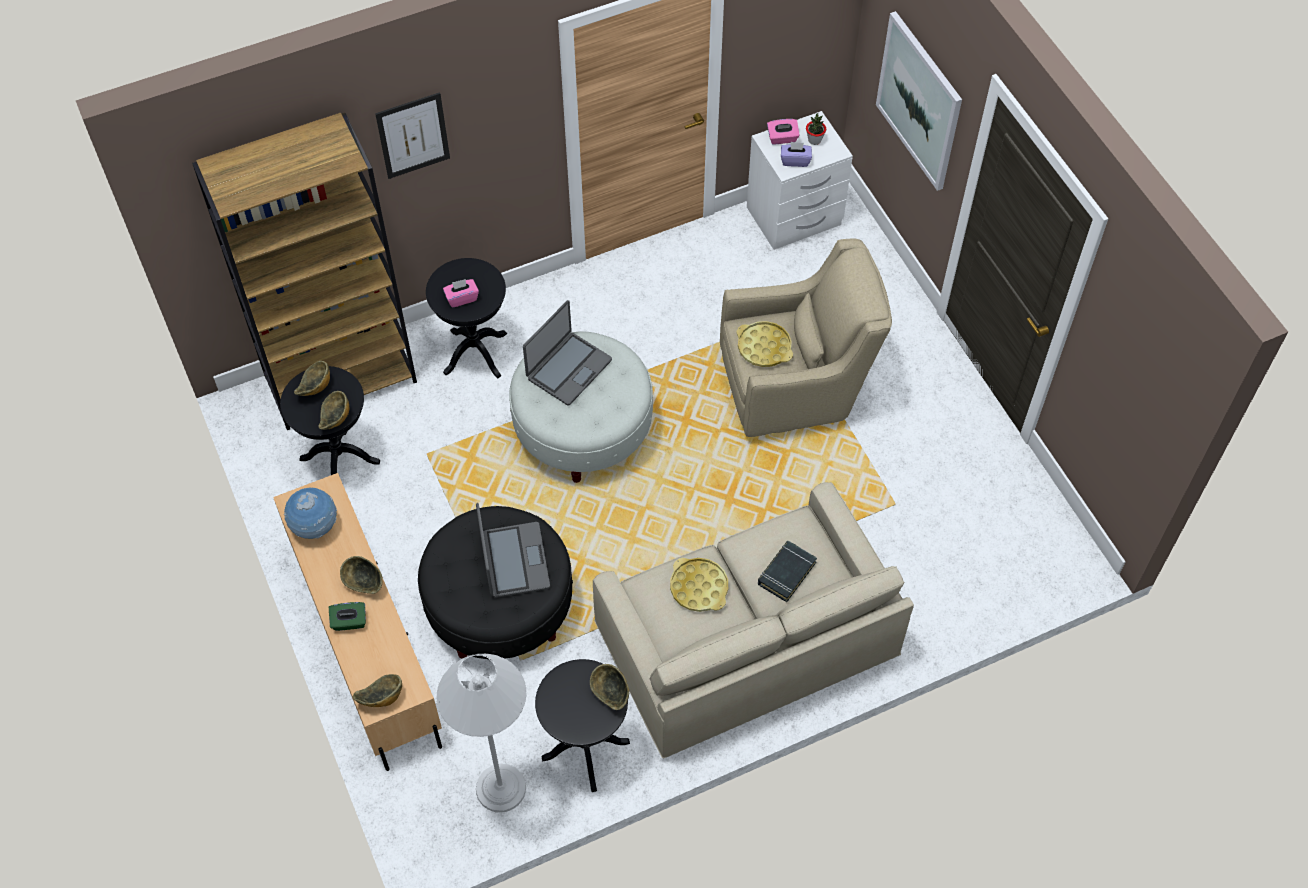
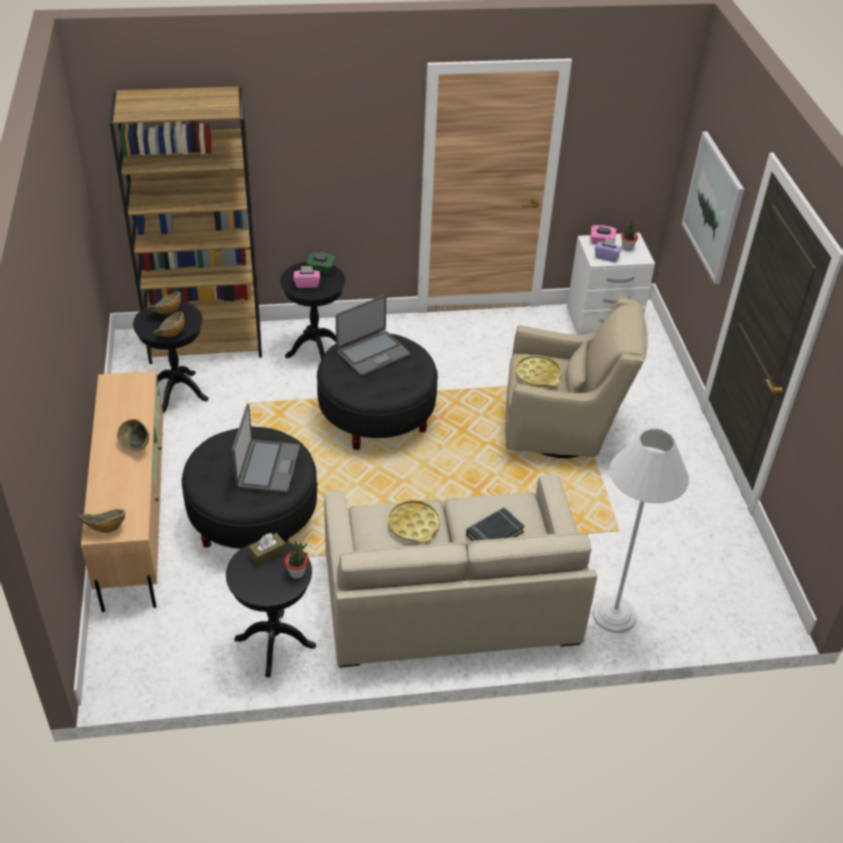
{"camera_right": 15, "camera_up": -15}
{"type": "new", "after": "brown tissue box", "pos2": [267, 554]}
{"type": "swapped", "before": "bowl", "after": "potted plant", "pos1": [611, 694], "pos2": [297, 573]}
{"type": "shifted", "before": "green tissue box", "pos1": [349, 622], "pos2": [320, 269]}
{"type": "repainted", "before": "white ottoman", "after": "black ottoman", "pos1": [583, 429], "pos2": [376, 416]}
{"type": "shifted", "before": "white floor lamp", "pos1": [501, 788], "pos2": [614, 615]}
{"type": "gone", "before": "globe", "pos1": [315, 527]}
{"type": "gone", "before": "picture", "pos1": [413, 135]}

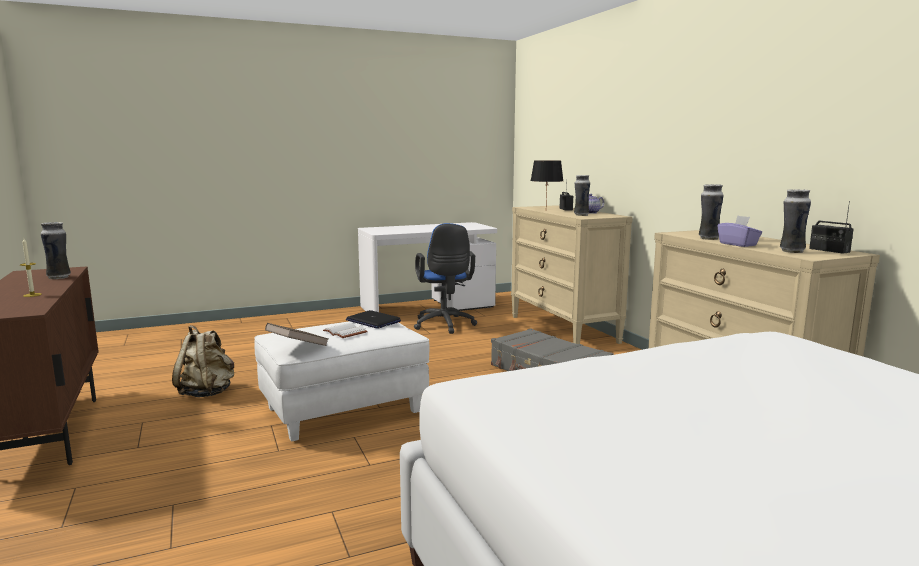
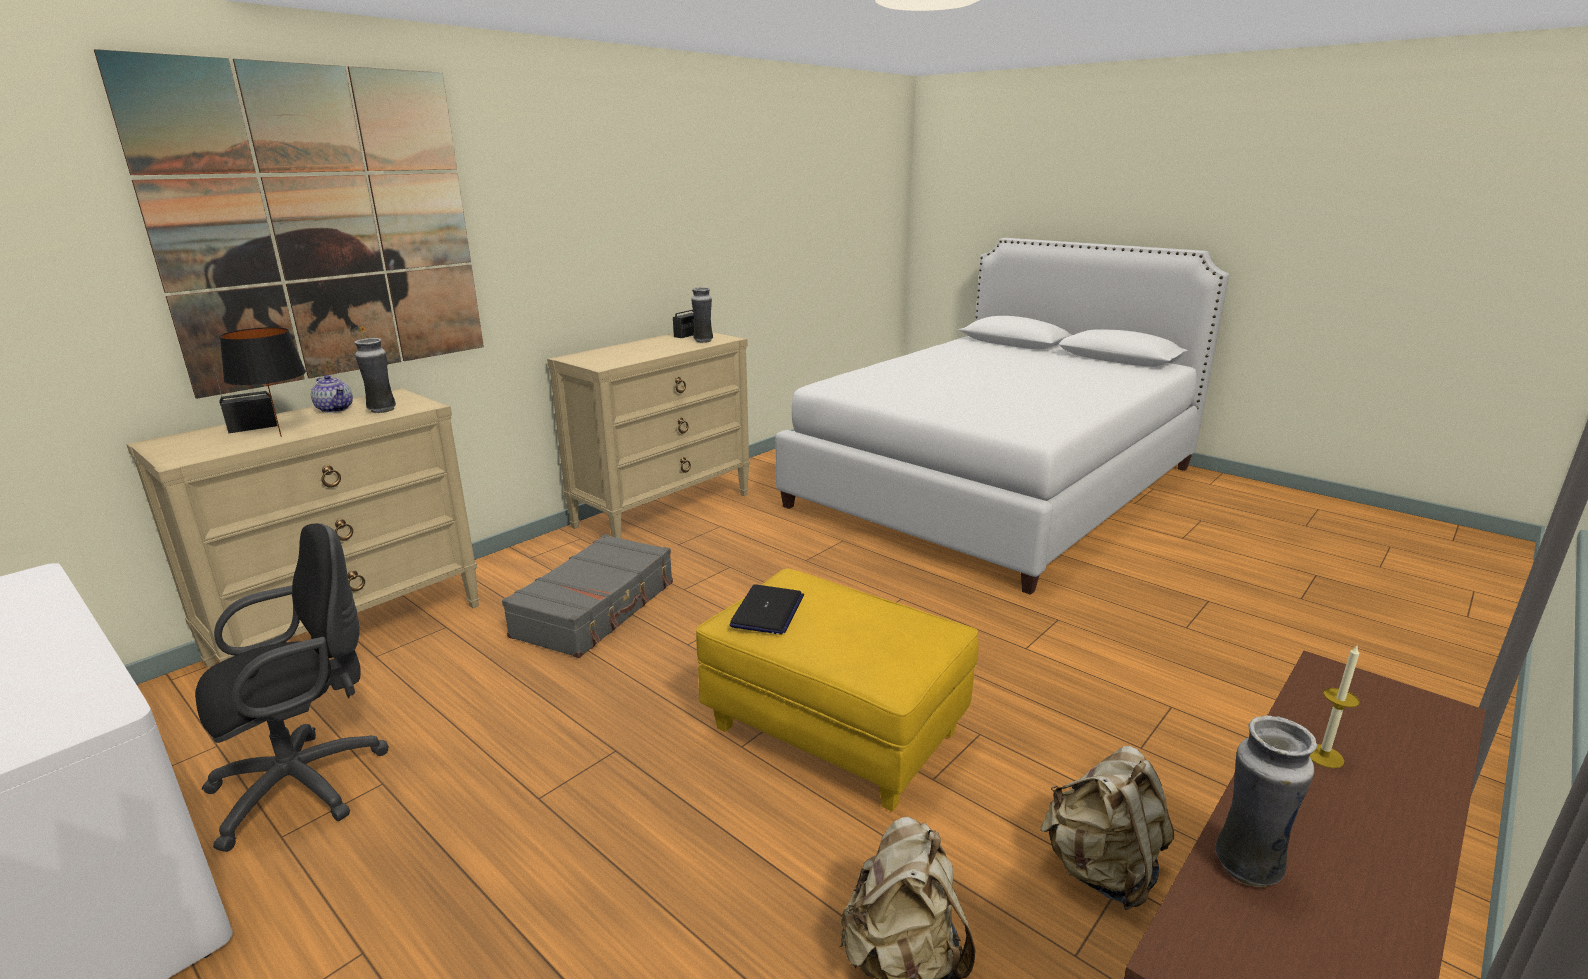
{"camera_right": -115, "camera_up": 10}
{"type": "new", "after": "picture", "pos2": [324, 226]}
{"type": "repainted", "before": "blue office chair", "after": "black office chair", "pos1": [444, 325], "pos2": [308, 783]}
{"type": "repainted", "before": "white ottoman", "after": "yellow ottoman", "pos1": [344, 411], "pos2": [835, 732]}
{"type": "new", "after": "beige backpack", "pos2": [1101, 870]}
{"type": "gone", "before": "brown book", "pos1": [297, 347]}
{"type": "gone", "before": "white book", "pos1": [344, 332]}
{"type": "gone", "before": "vase", "pos1": [708, 238]}
{"type": "gone", "before": "purple tissue box", "pos1": [738, 244]}

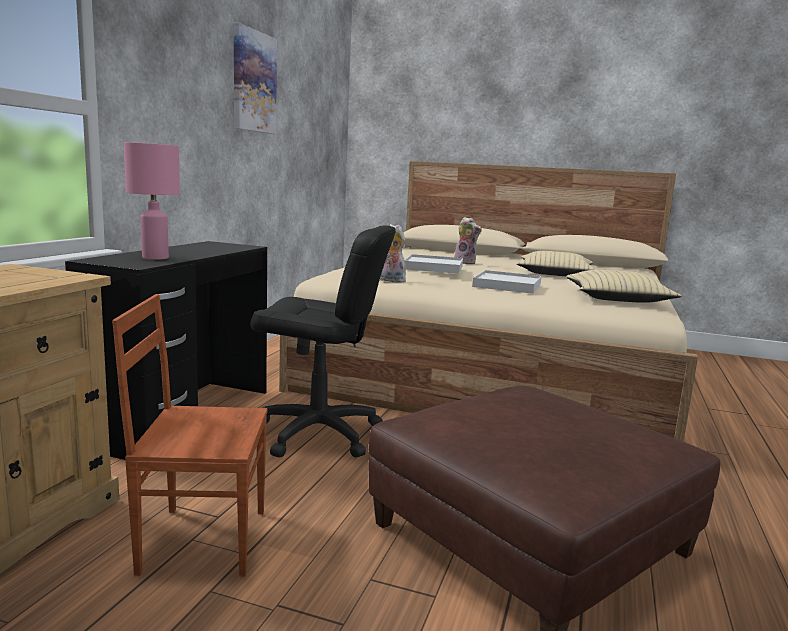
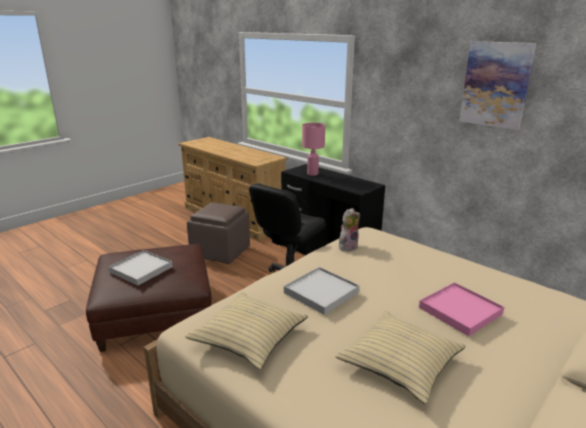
{"camera_right": 115, "camera_up": 10}
{"type": "shifted", "before": "white tray", "pos1": [434, 267], "pos2": [141, 269]}
{"type": "swapped", "before": "brown chair", "after": "brown ottoman", "pos1": [202, 539], "pos2": [221, 252]}
{"type": "swapped", "before": "plush toy", "after": "pink tray", "pos1": [466, 262], "pos2": [460, 311]}

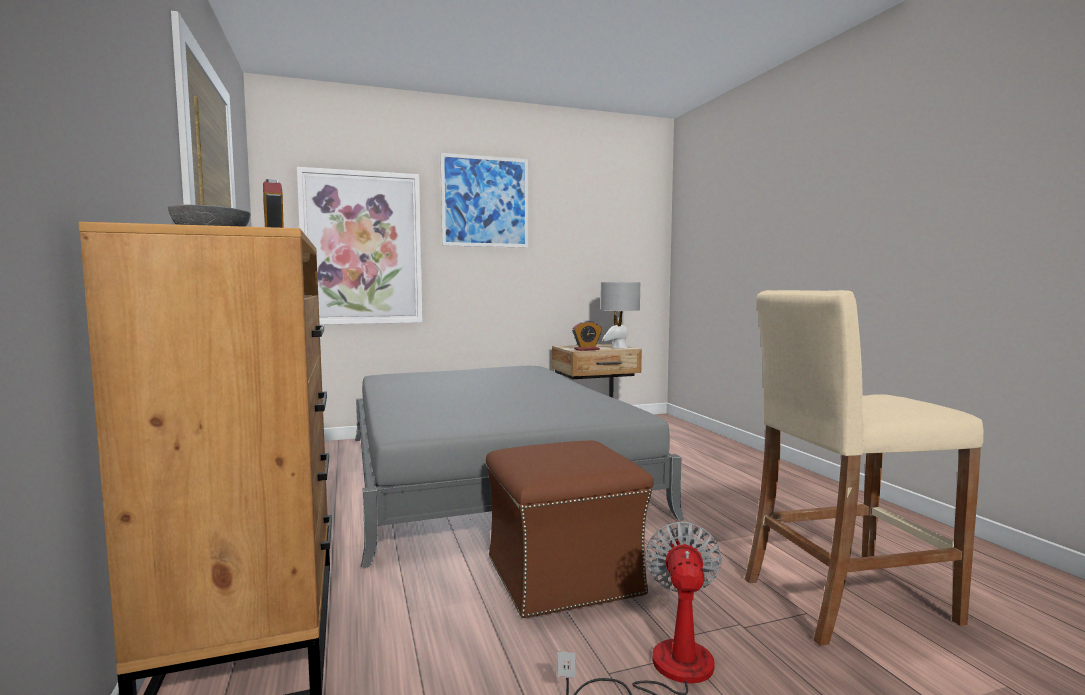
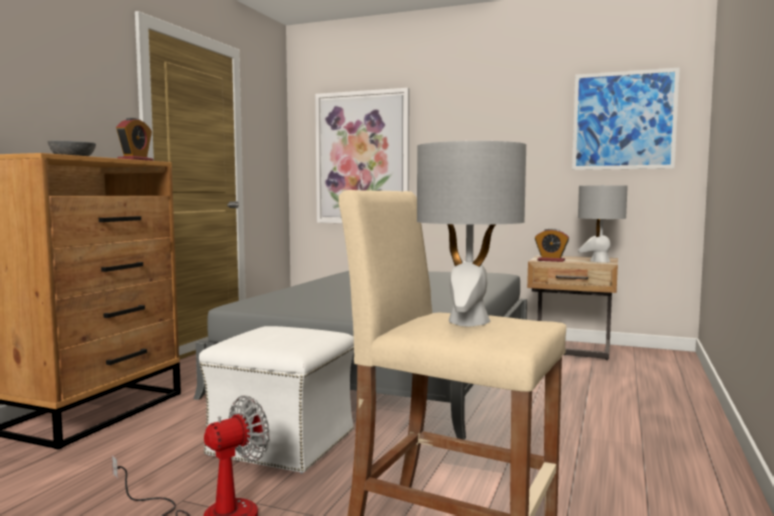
{"camera_right": 40, "camera_up": 0}
{"type": "repainted", "before": "brown ottoman", "after": "white ottoman", "pos1": [565, 575], "pos2": [283, 443]}
{"type": "new", "after": "grey table lamp", "pos2": [468, 321]}
{"type": "shifted", "before": "picture", "pos1": [485, 201], "pos2": [623, 120]}

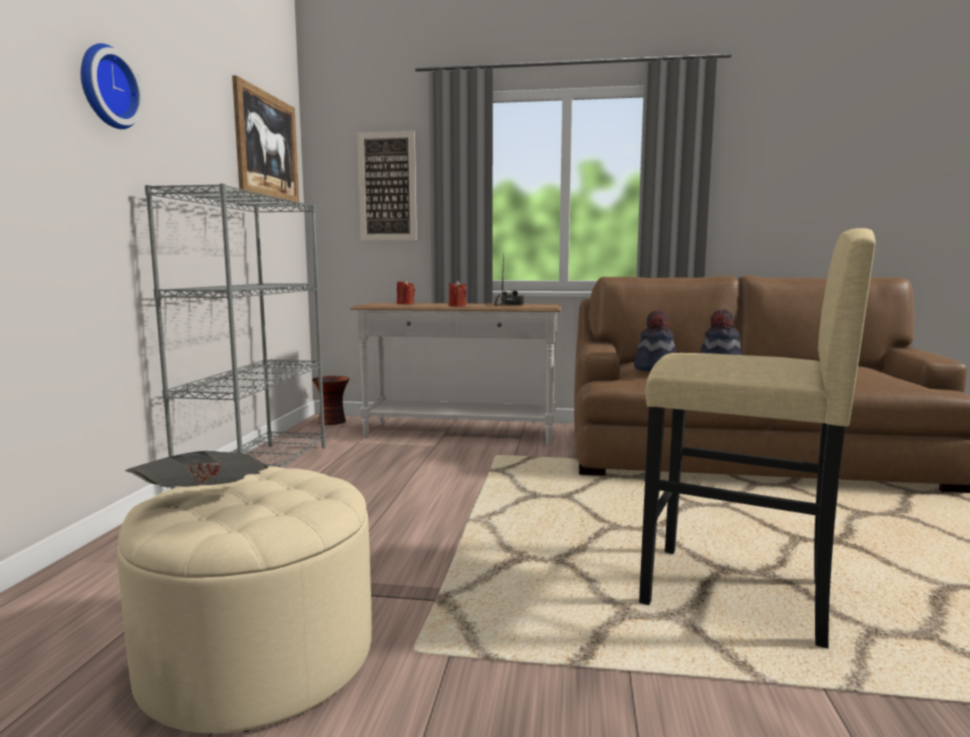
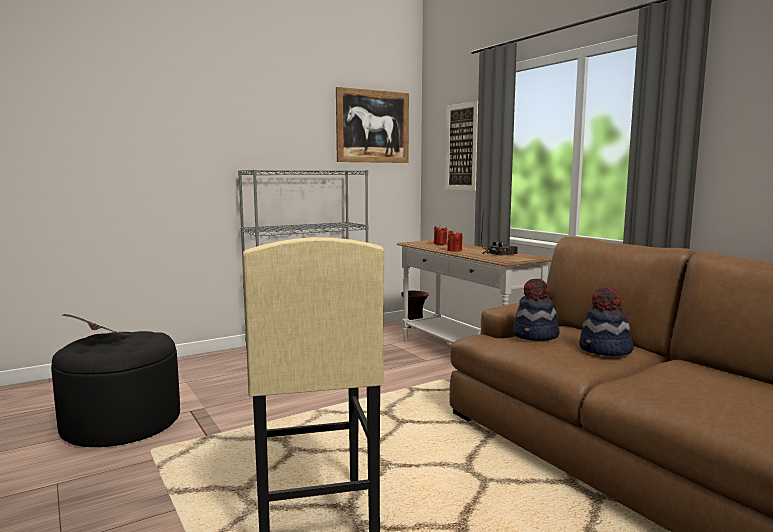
{"camera_right": 50, "camera_up": 0}
{"type": "repainted", "before": "beige ottoman", "after": "black ottoman", "pos1": [259, 657], "pos2": [122, 423]}
{"type": "gone", "before": "wall clock", "pos1": [106, 87]}

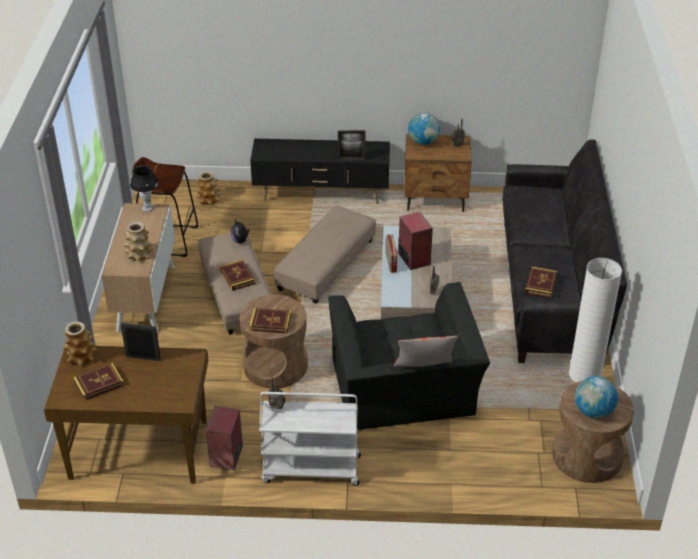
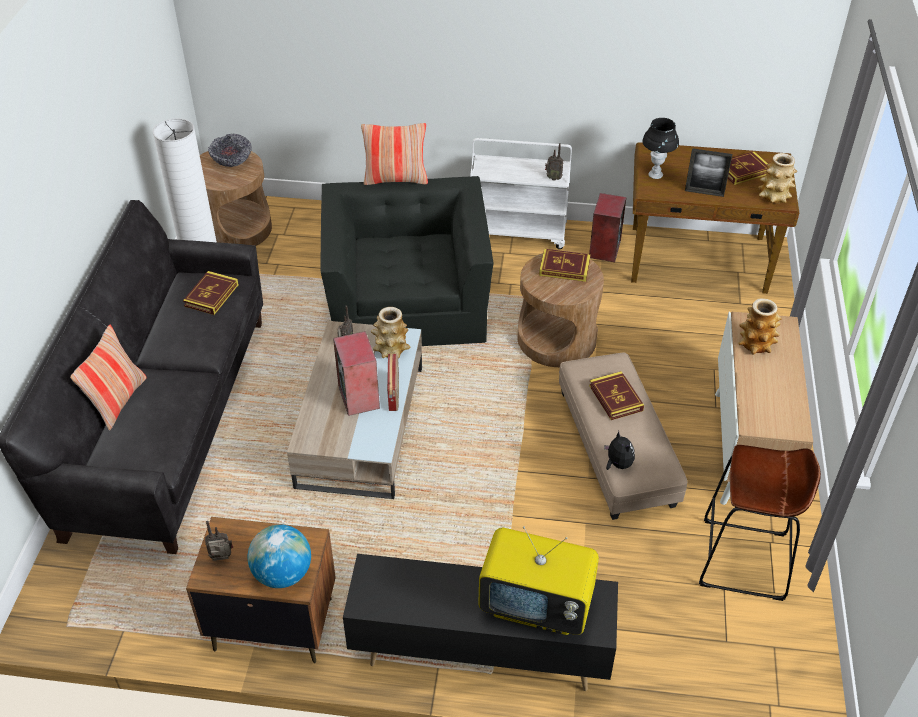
{"camera_right": -175, "camera_up": 5}
{"type": "new", "after": "pillow", "pos2": [118, 401]}
{"type": "swapped", "before": "globe", "after": "bowl", "pos1": [593, 411], "pos2": [232, 162]}
{"type": "shifted", "before": "vase", "pos1": [209, 200], "pos2": [391, 349]}
{"type": "new", "after": "television", "pos2": [537, 605]}
{"type": "shifted", "before": "black table lamp", "pos1": [147, 208], "pos2": [655, 175]}
{"type": "gone", "before": "beige ottoman", "pos1": [326, 265]}
{"type": "gone", "before": "picture frame", "pos1": [351, 159]}

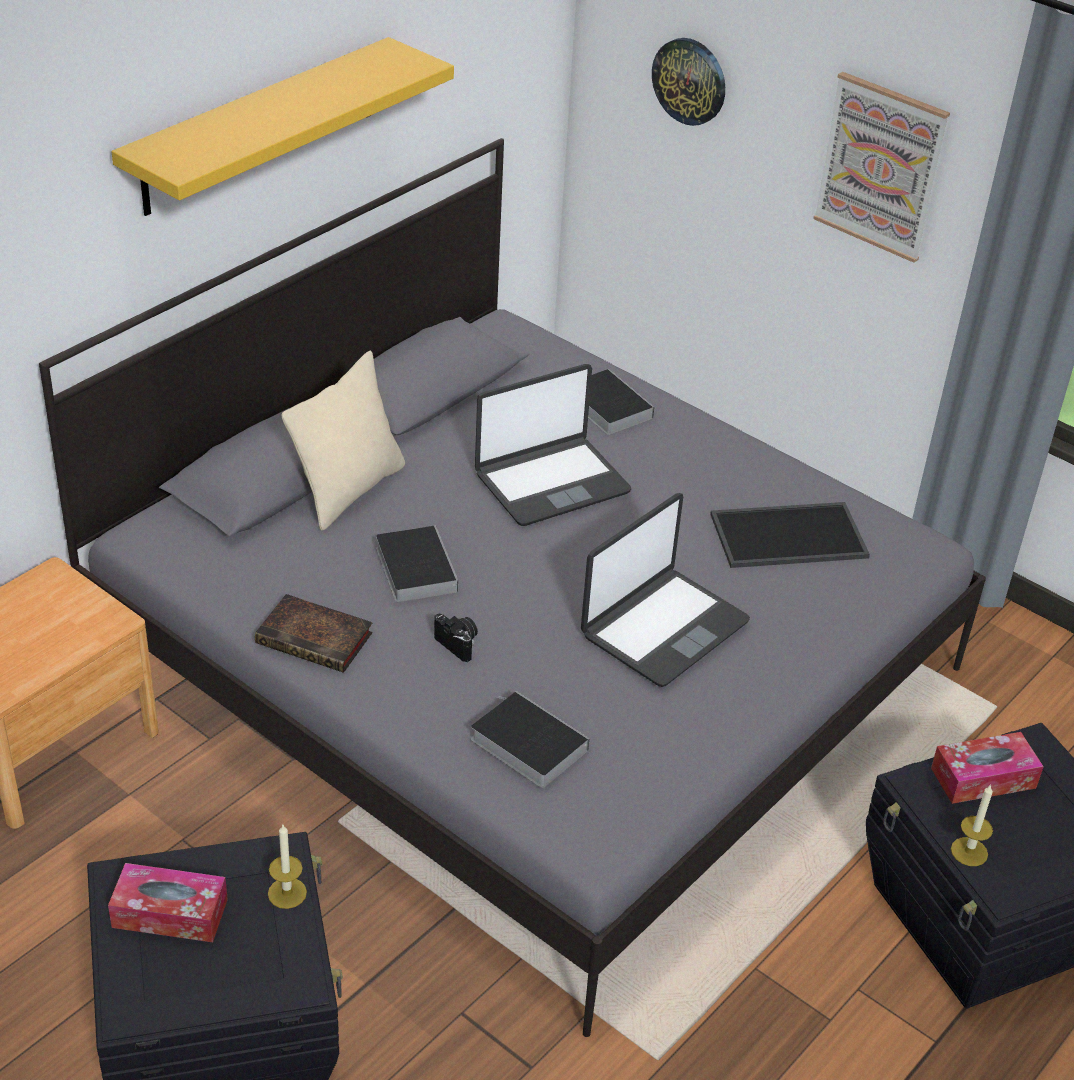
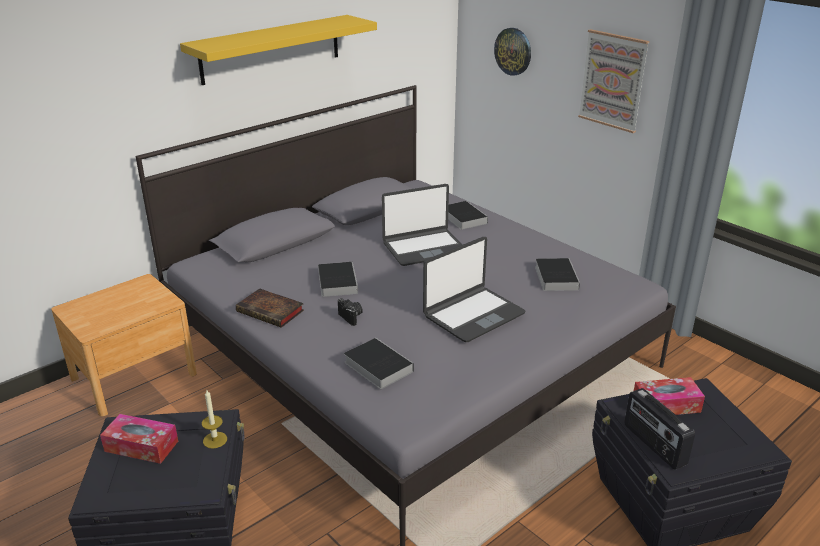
{"camera_right": 10, "camera_up": -10}
{"type": "swapped", "before": "tray", "after": "book", "pos1": [787, 537], "pos2": [555, 277]}
{"type": "swapped", "before": "candle", "after": "radio", "pos1": [969, 851], "pos2": [653, 445]}
{"type": "gone", "before": "beige pillow", "pos1": [348, 490]}

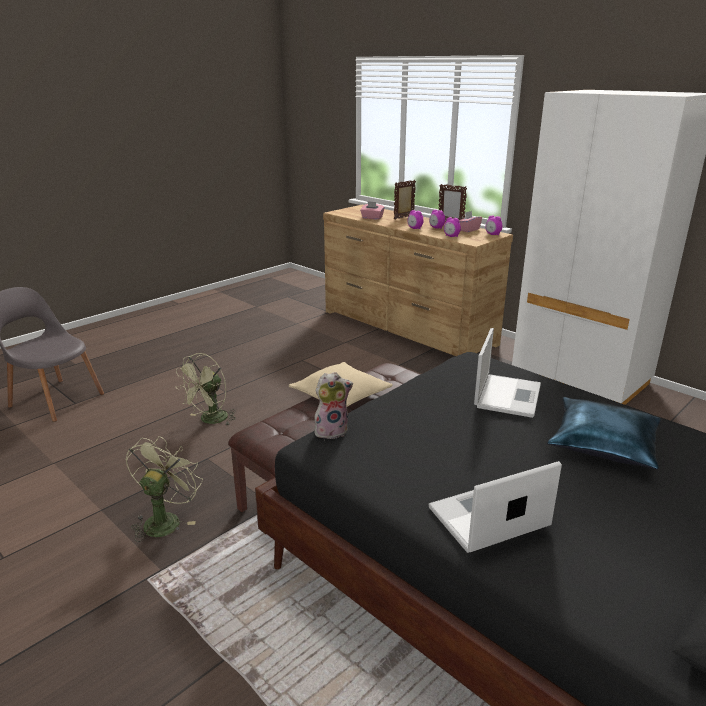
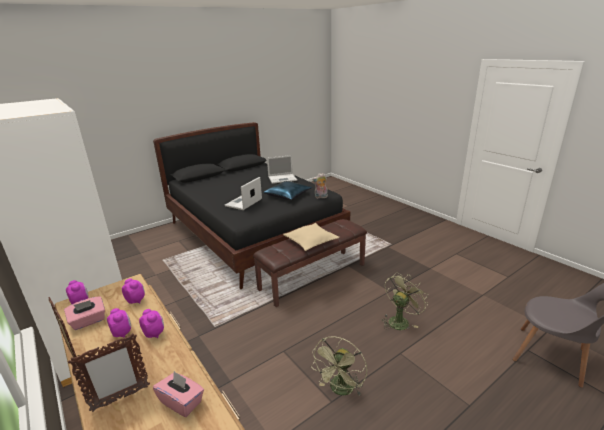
{"camera_right": -170, "camera_up": 0}
{"type": "shifted", "before": "blue pillow", "pos1": [603, 444], "pos2": [288, 195]}
{"type": "shifted", "before": "green fan", "pos1": [165, 519], "pos2": [340, 390]}

